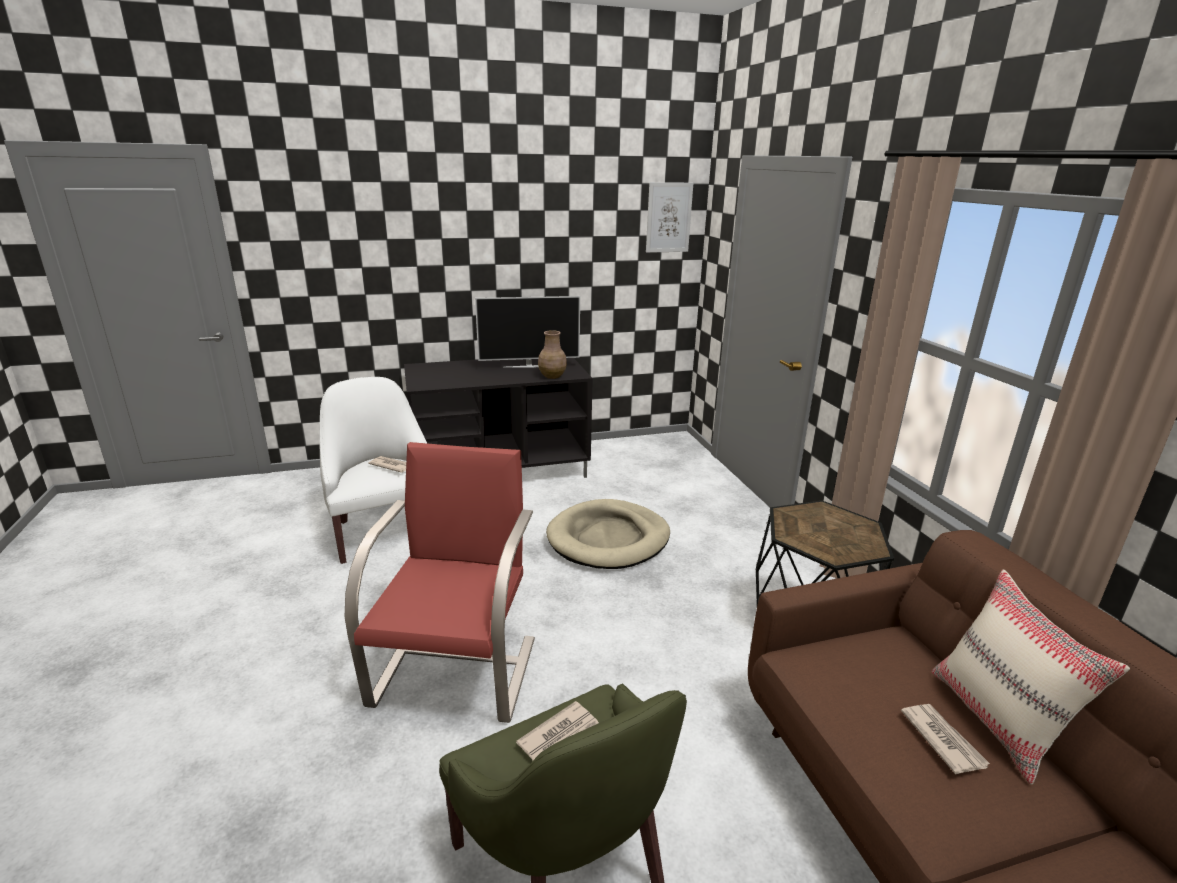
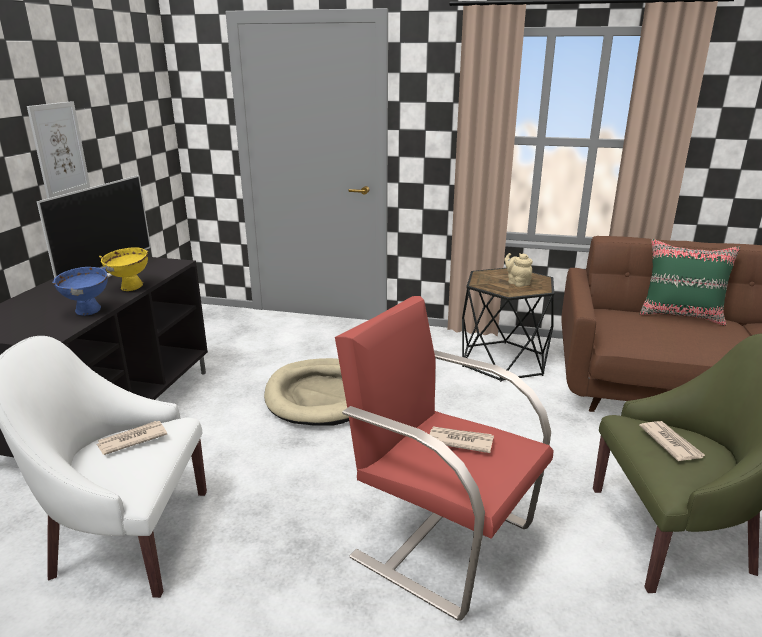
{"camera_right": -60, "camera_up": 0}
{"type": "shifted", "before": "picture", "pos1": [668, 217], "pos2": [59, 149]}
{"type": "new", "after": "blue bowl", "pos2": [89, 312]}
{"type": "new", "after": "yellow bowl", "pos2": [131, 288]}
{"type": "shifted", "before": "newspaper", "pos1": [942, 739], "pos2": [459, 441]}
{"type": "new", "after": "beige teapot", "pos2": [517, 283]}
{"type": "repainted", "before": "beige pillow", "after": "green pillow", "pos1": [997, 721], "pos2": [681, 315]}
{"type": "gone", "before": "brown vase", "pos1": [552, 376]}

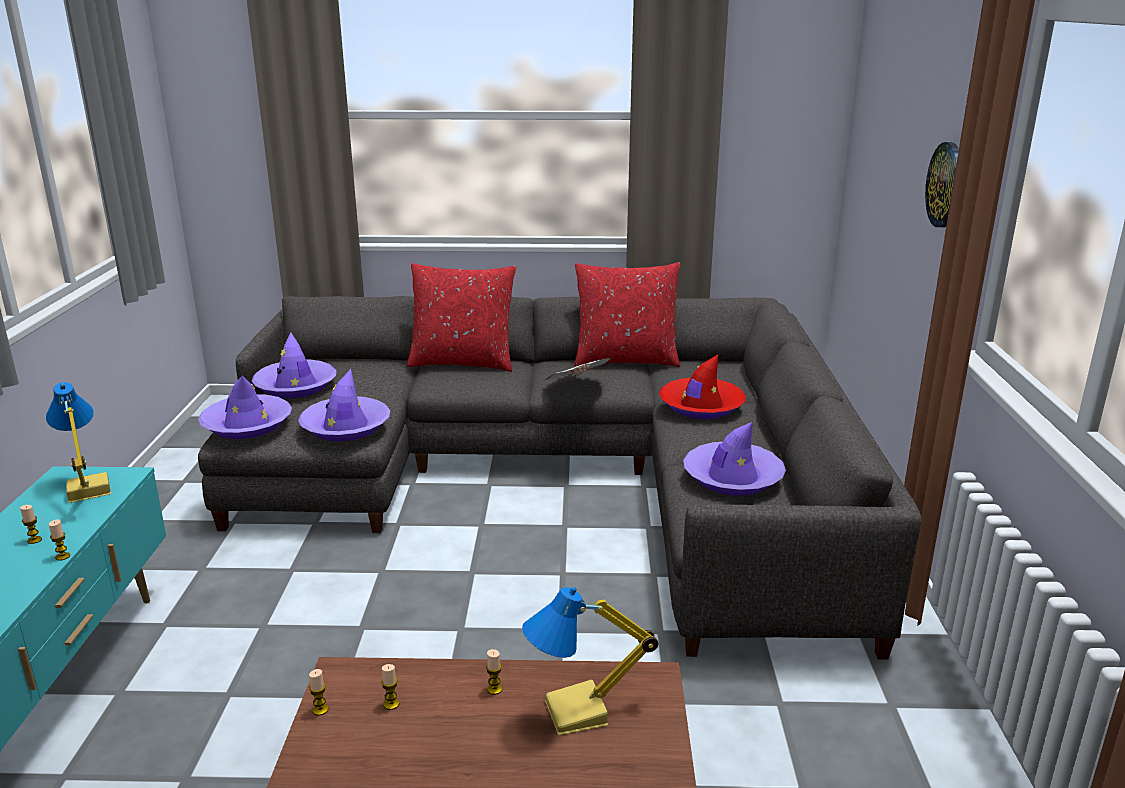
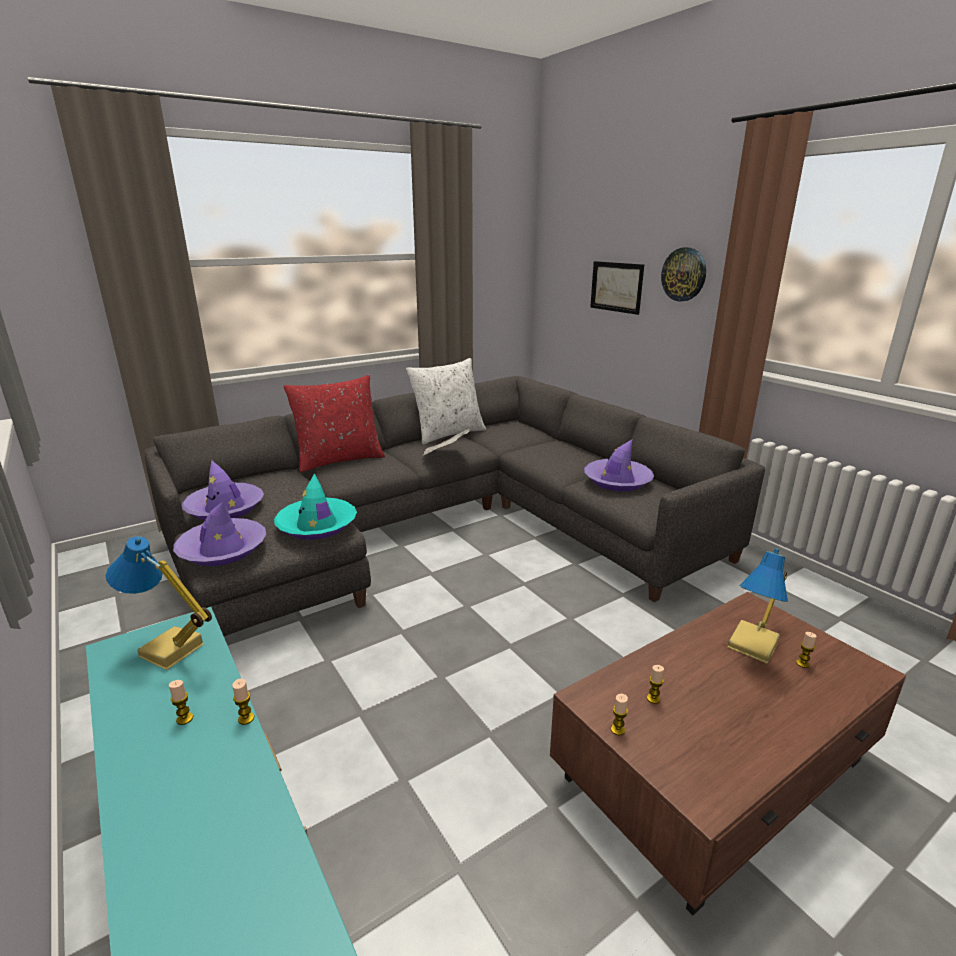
{"camera_right": -35, "camera_up": 0}
{"type": "repainted", "before": "purple hat", "after": "turquoise hat", "pos1": [345, 427], "pos2": [317, 525]}
{"type": "repainted", "before": "red pillow", "after": "white pillow", "pos1": [626, 360], "pos2": [448, 434]}
{"type": "new", "after": "picture", "pos2": [616, 287]}
{"type": "shifted", "before": "candle", "pos1": [494, 689], "pos2": [802, 663]}
{"type": "gone", "before": "red hat", "pos1": [701, 406]}

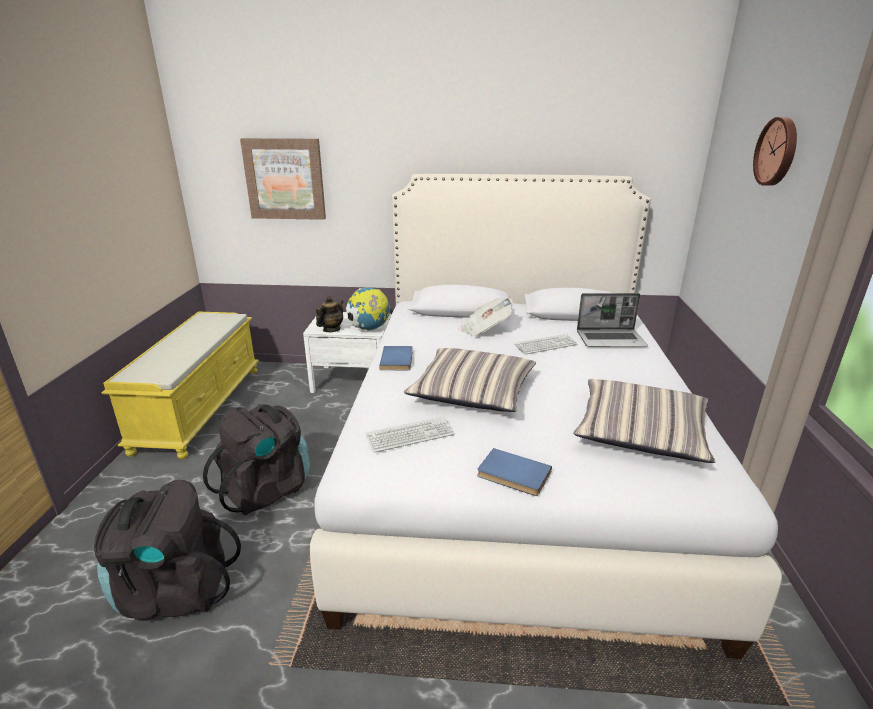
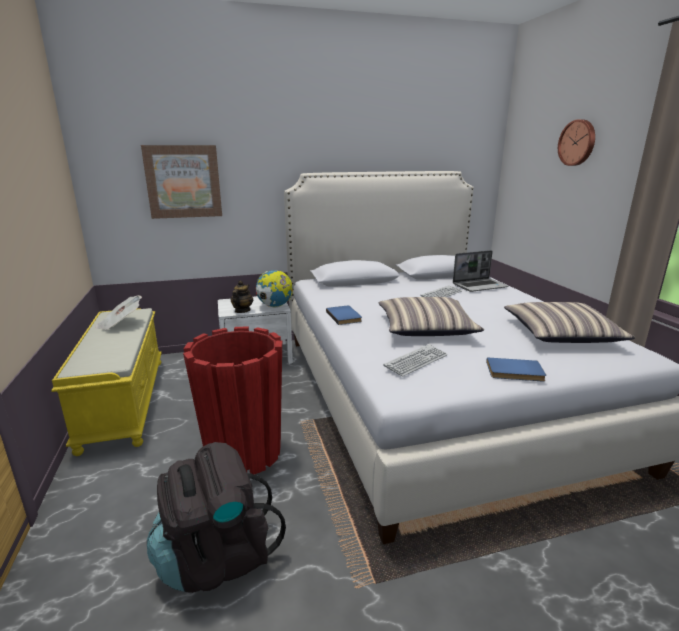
{"camera_right": -20, "camera_up": -5}
{"type": "shifted", "before": "newspaper", "pos1": [484, 329], "pos2": [120, 324]}
{"type": "swapped", "before": "black backpack", "after": "red planter", "pos1": [267, 489], "pos2": [243, 452]}

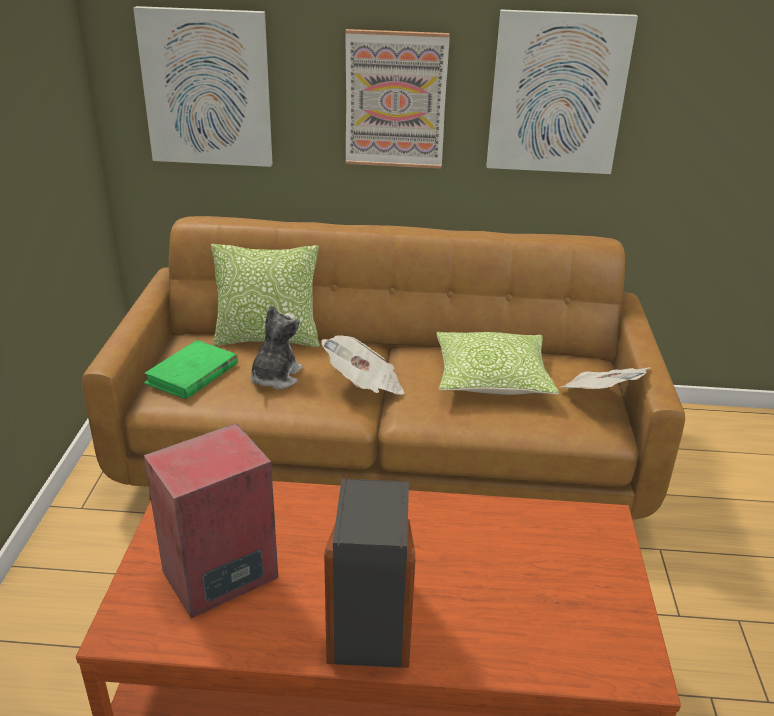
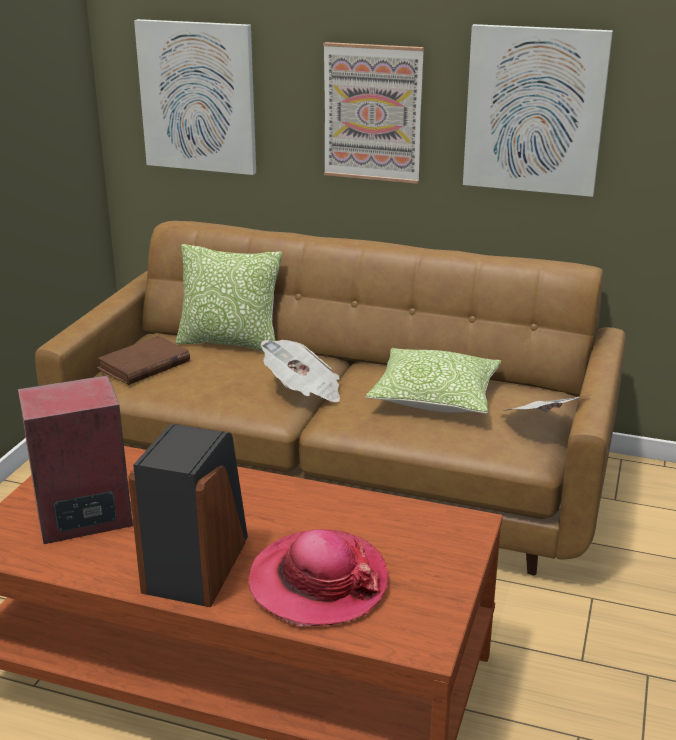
{"camera_right": 15, "camera_up": -5}
{"type": "repainted", "before": "green book", "after": "brown book", "pos1": [192, 374], "pos2": [144, 365]}
{"type": "new", "after": "hat", "pos2": [318, 582]}
{"type": "gone", "before": "plush toy", "pos1": [275, 377]}

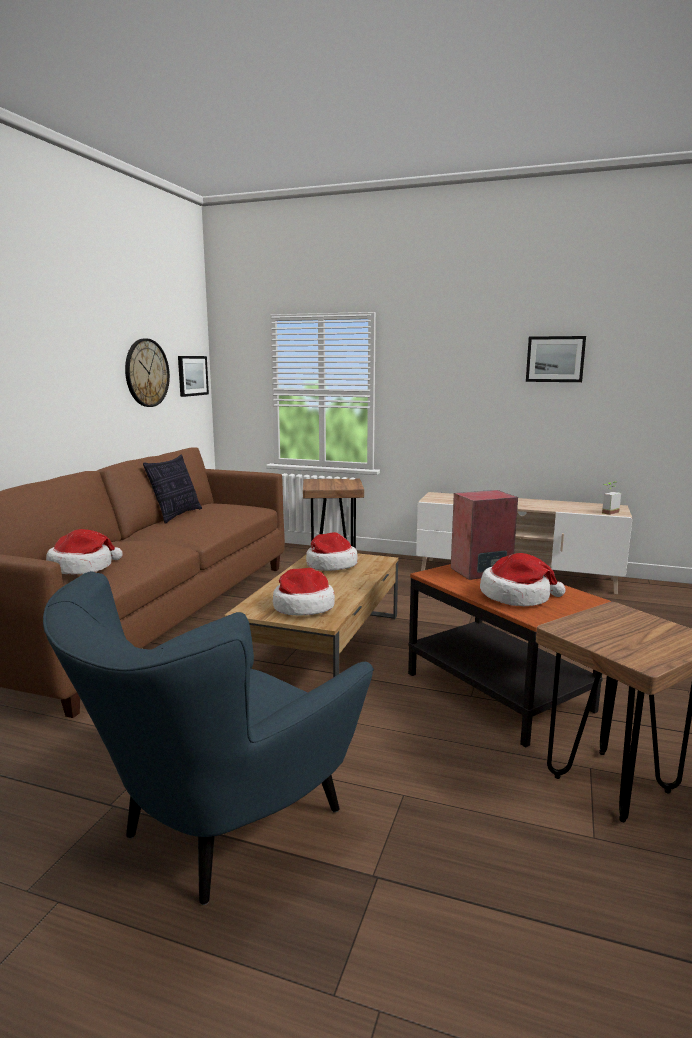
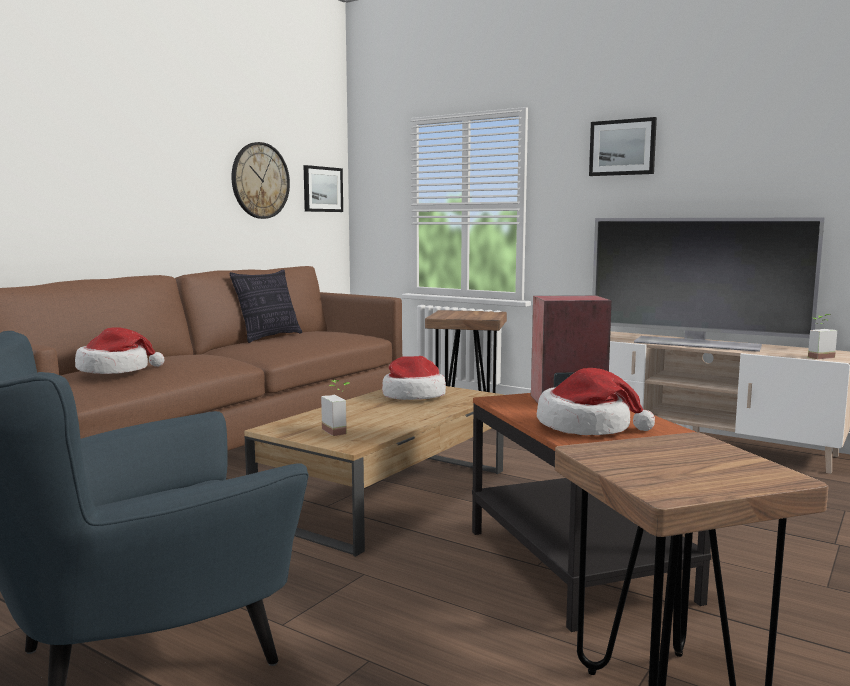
{"camera_right": 15, "camera_up": -5}
{"type": "swapped", "before": "hat", "after": "potted plant", "pos1": [303, 607], "pos2": [339, 430]}
{"type": "shifted", "before": "picture", "pos1": [555, 359], "pos2": [622, 147]}
{"type": "new", "after": "television", "pos2": [696, 344]}

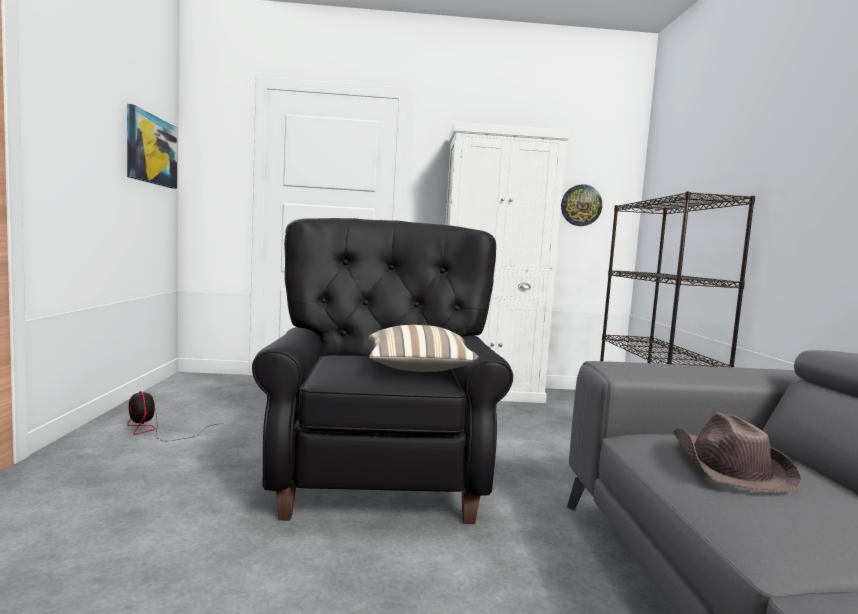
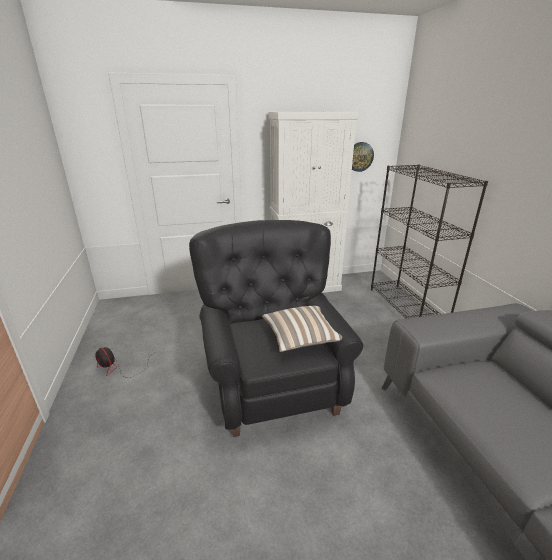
{"camera_right": -10, "camera_up": 20}
{"type": "gone", "before": "picture", "pos1": [151, 150]}
{"type": "gone", "before": "brown hat", "pos1": [727, 466]}

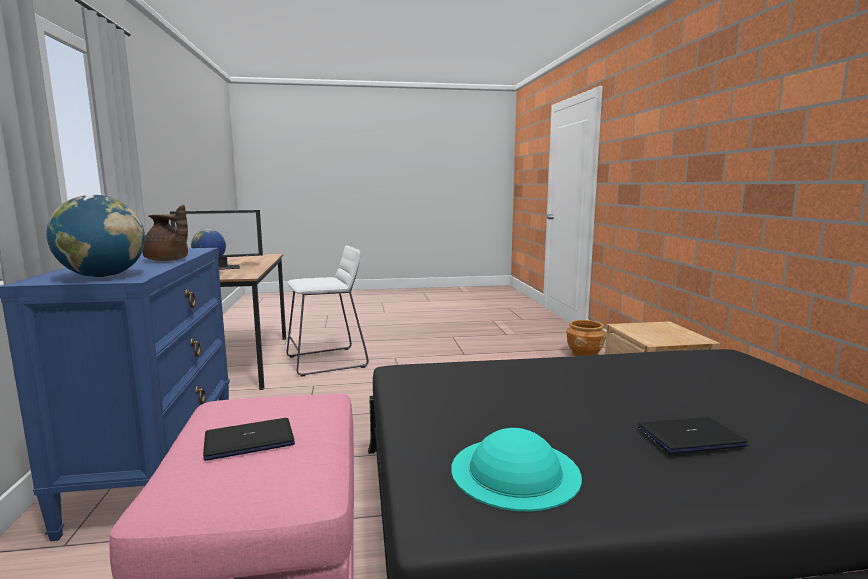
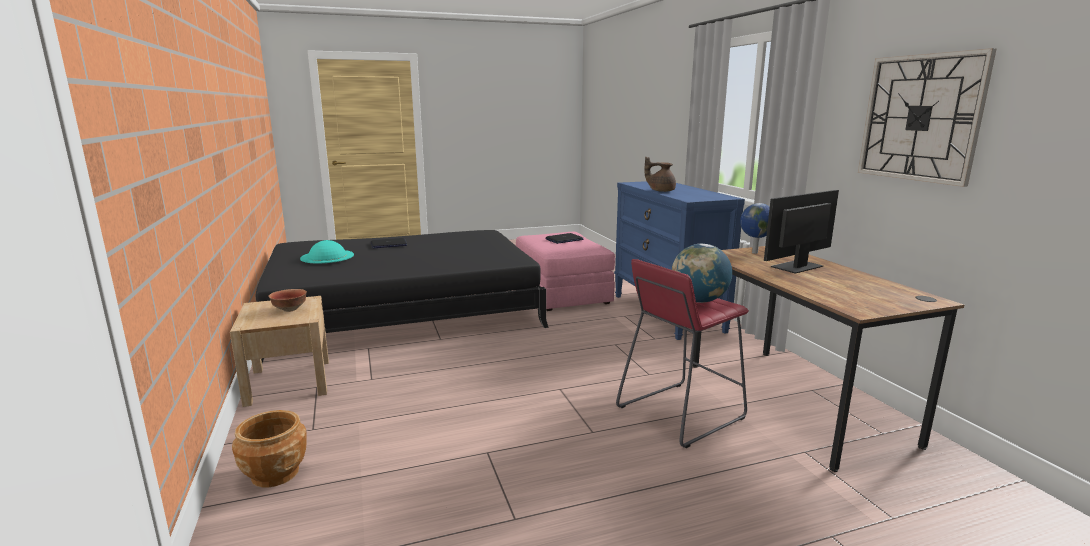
{"camera_right": 170, "camera_up": 5}
{"type": "new", "after": "bowl", "pos2": [289, 309]}
{"type": "shifted", "before": "turquoise hat", "pos1": [515, 471], "pos2": [327, 256]}
{"type": "repainted", "before": "white stool", "after": "red stool", "pos1": [327, 361], "pos2": [680, 413]}
{"type": "shifted", "before": "globe", "pos1": [103, 276], "pos2": [699, 301]}
{"type": "new", "after": "wall clock", "pos2": [920, 118]}

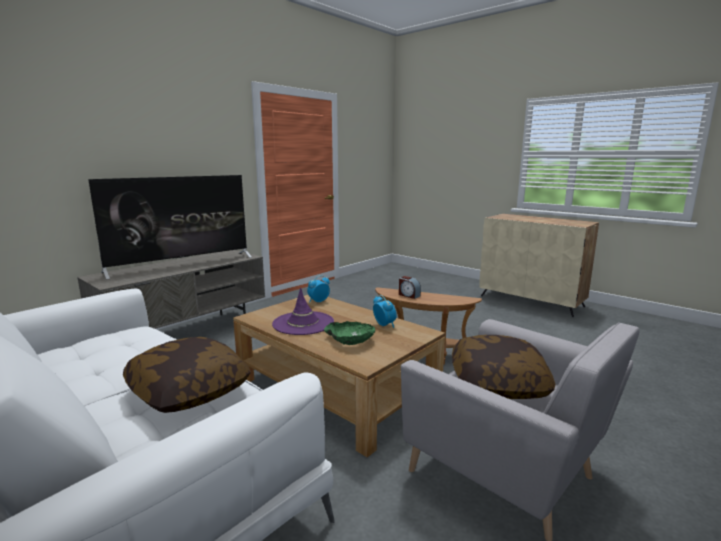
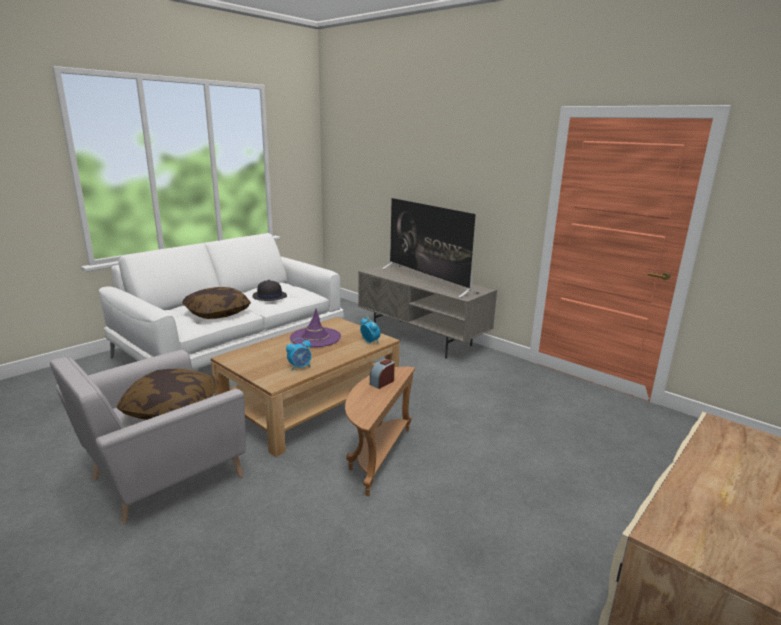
{"camera_right": 90, "camera_up": 5}
{"type": "new", "after": "black hat", "pos2": [269, 296]}
{"type": "gone", "before": "green bowl", "pos1": [350, 340]}

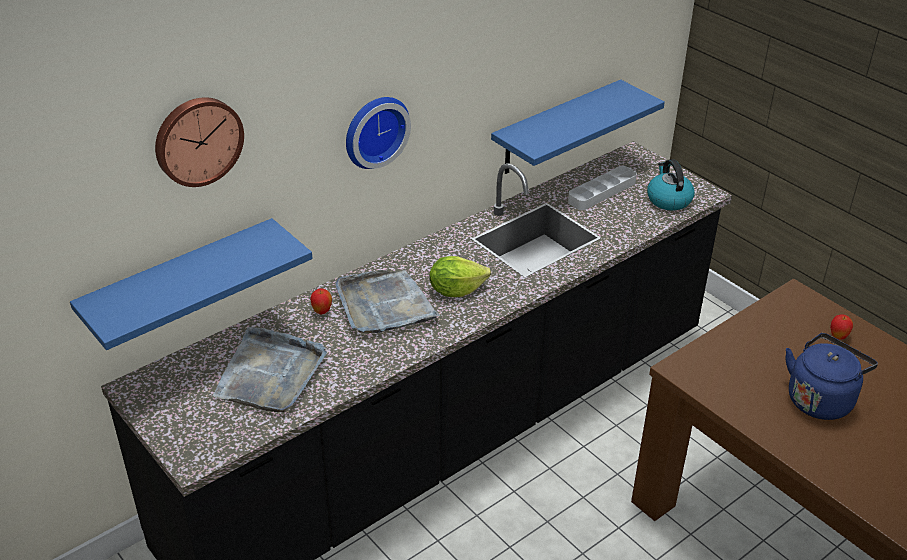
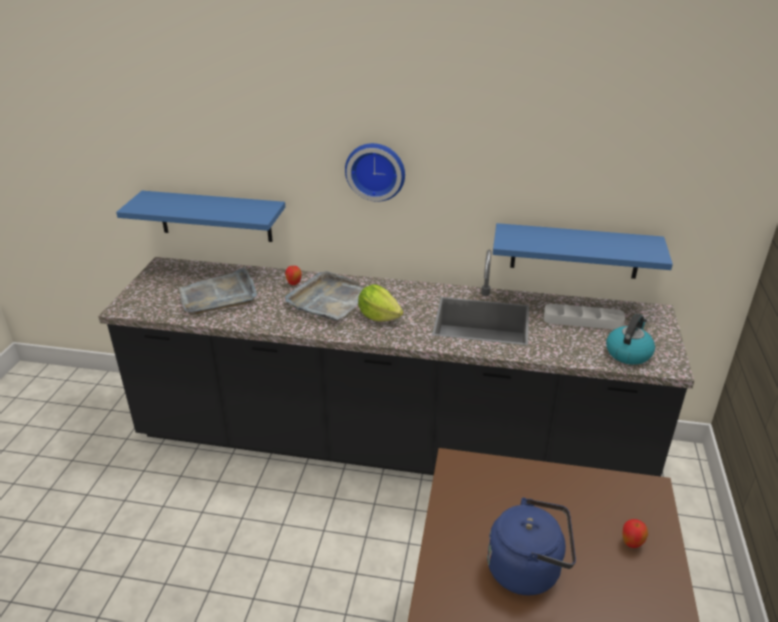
{"camera_right": 50, "camera_up": -5}
{"type": "gone", "before": "wall clock", "pos1": [197, 140]}

